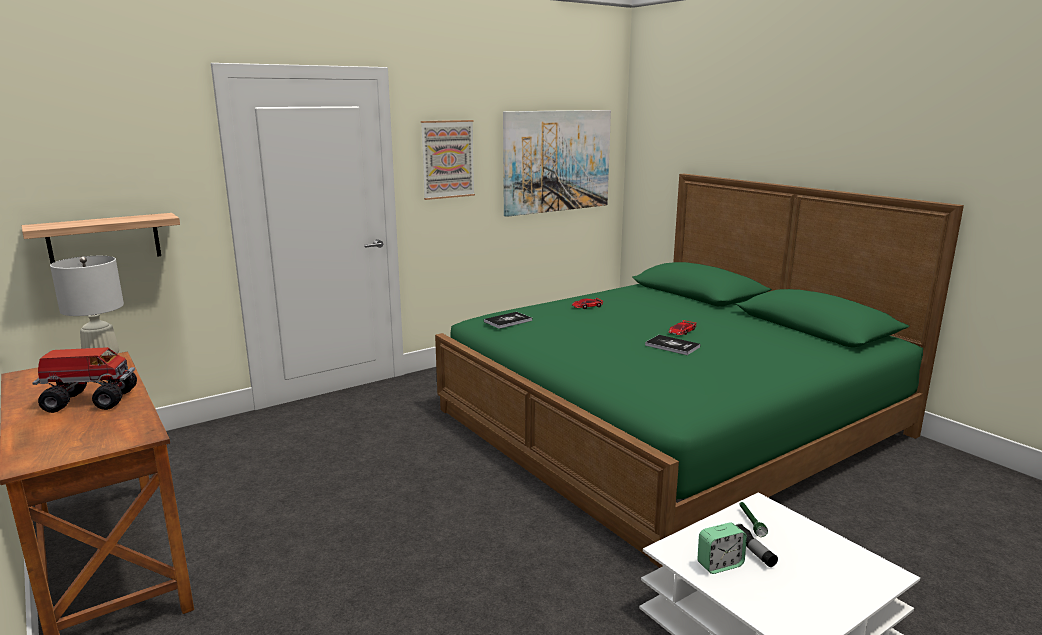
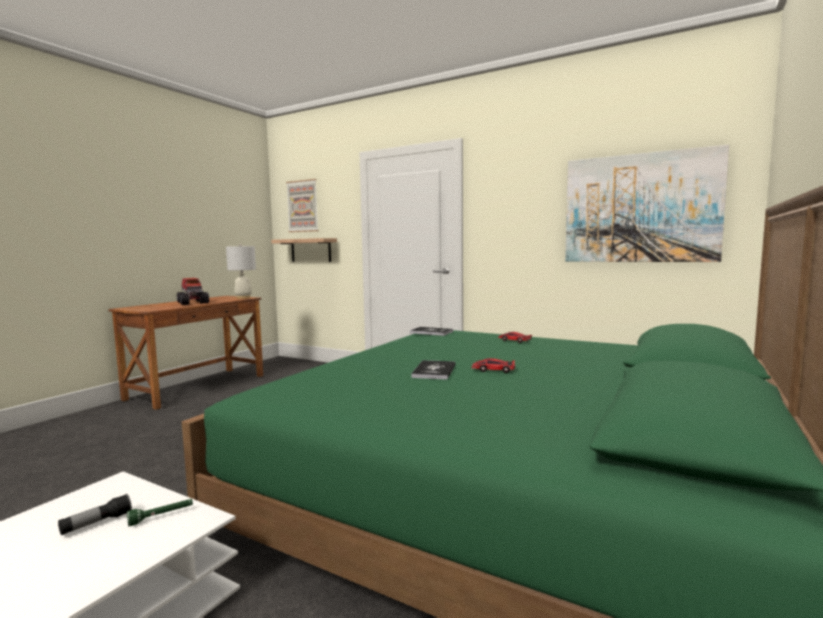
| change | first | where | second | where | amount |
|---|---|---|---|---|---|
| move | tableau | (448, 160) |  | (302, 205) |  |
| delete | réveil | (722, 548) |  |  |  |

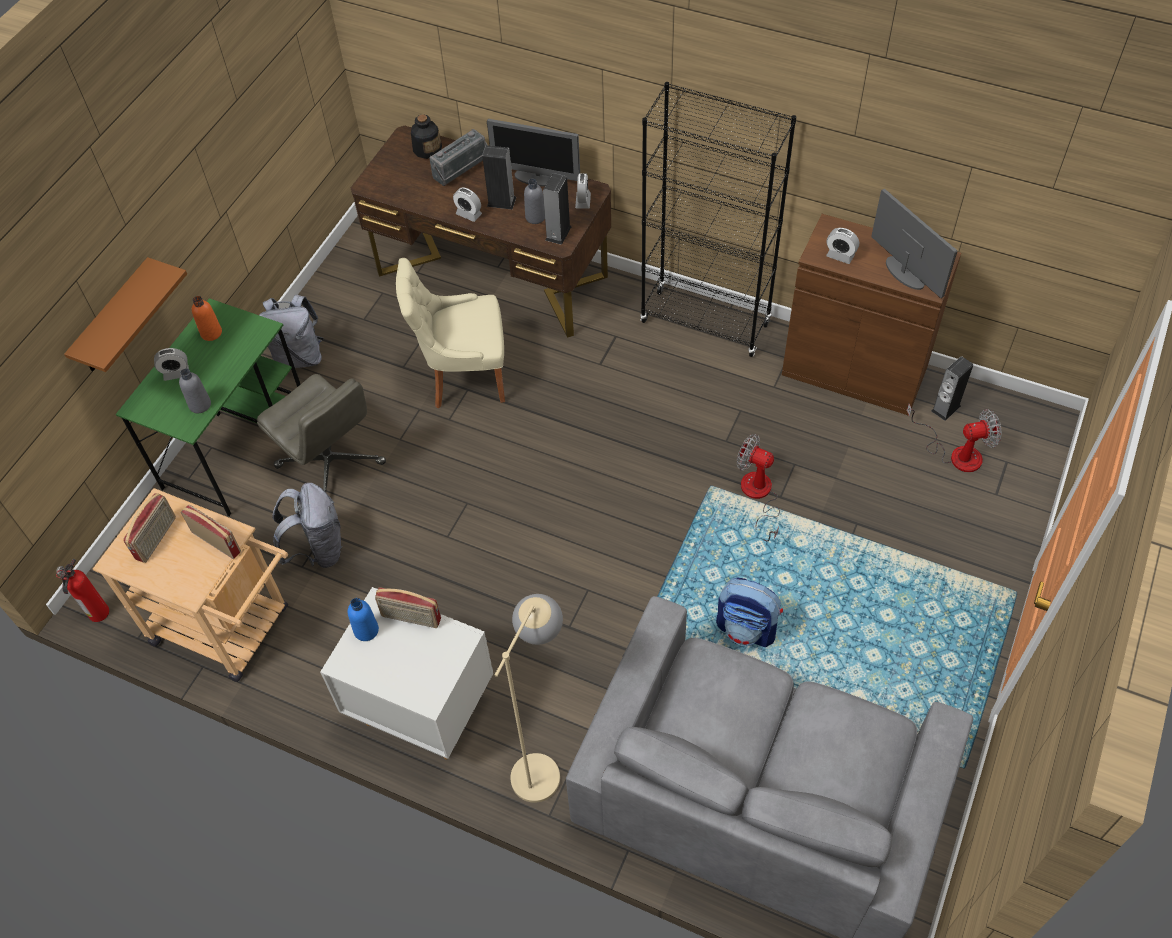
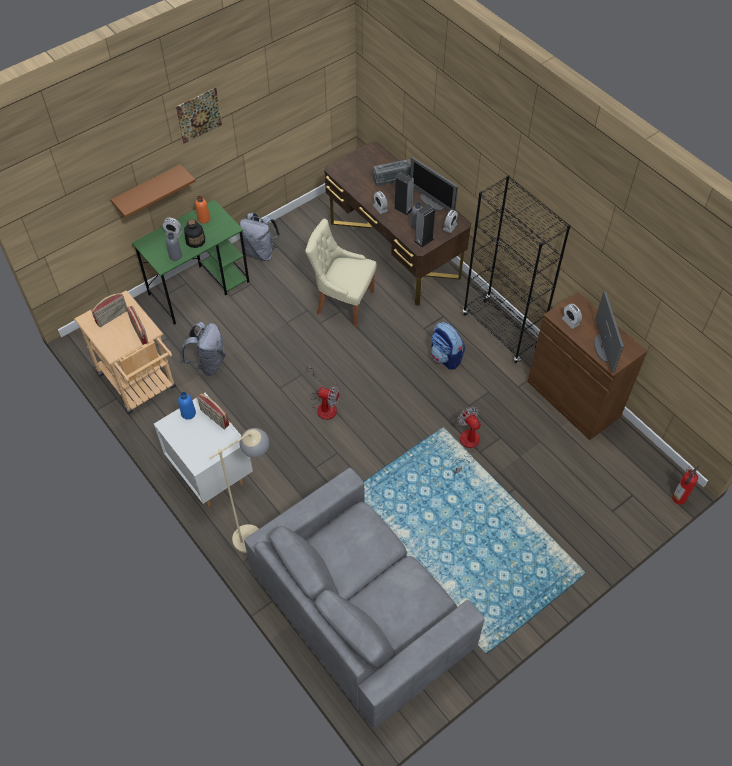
| change | first | where | second | where | amount |
|---|---|---|---|---|---|
| insert |  |  | tableau | (199, 115) |  |
| move | bouteille | (426, 136) |  | (194, 234) |  |
| move | ventilateur | (954, 438) |  | (324, 392) |  |
| move | sac à dos | (749, 612) |  | (448, 346) |  |
| move | extincteur | (82, 590) |  | (685, 485) |  |
| delete | chaise de bureau/gris | (321, 433) |  |  |  |
| delete | enceinte | (952, 388) |  |  |  |

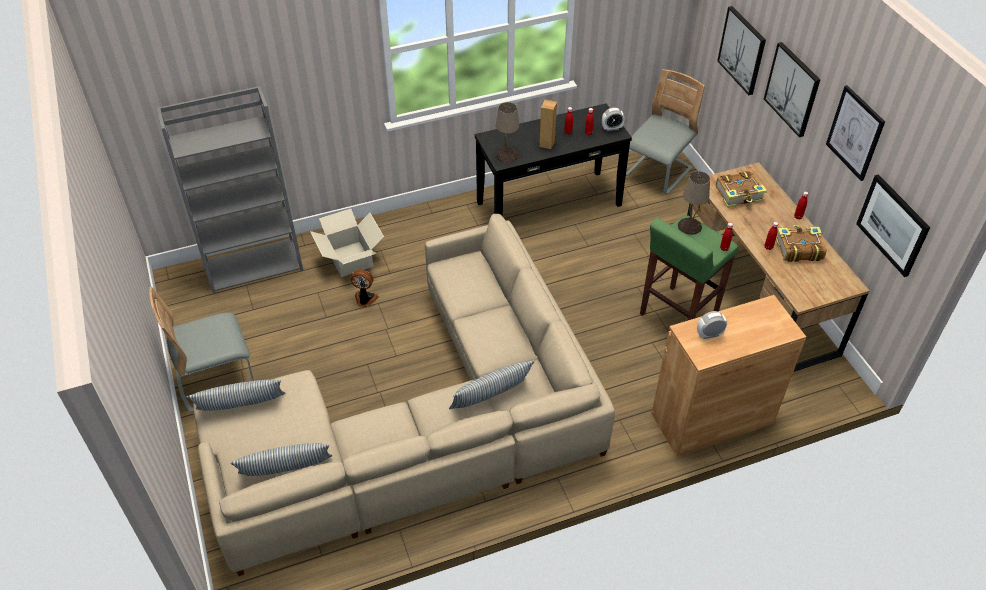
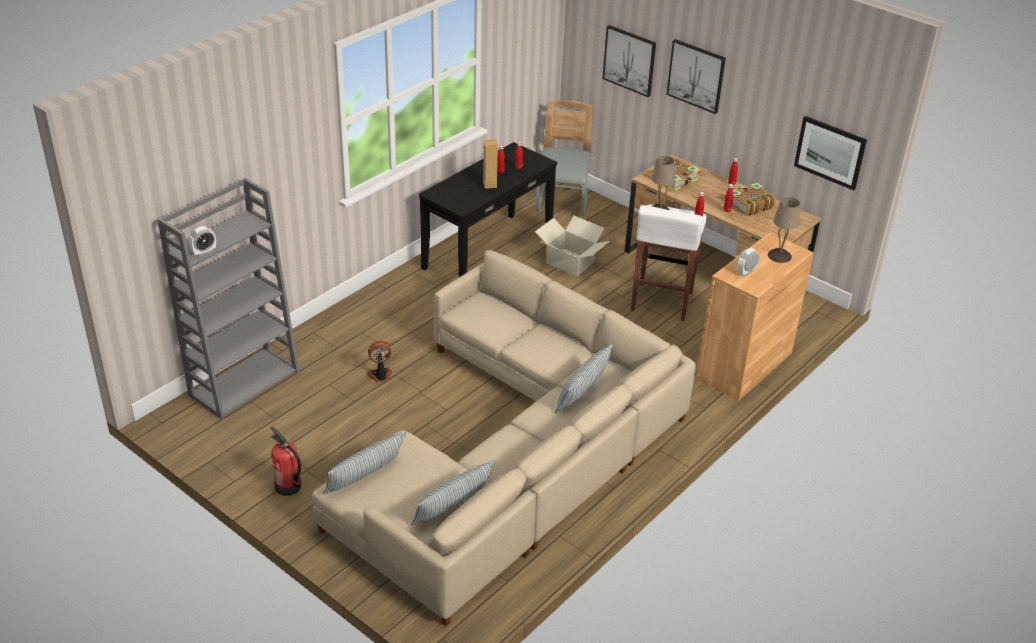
| change | first | where | second | where | amount |
|---|---|---|---|---|---|
| move | réveil | (613, 119) |  | (202, 241) |  |
| replace | chaise/gris | (201, 349) | extincteur | (285, 461) |  |
| move | carton | (347, 243) |  | (572, 246) |  |
| recolor | tabouret/vert | (689, 267) | tabouret/blanc | (668, 262) |  |
| move | lampe de table/beige | (507, 132) |  | (784, 230) |  |
| delete | tableau | (855, 133) |  |  |  |

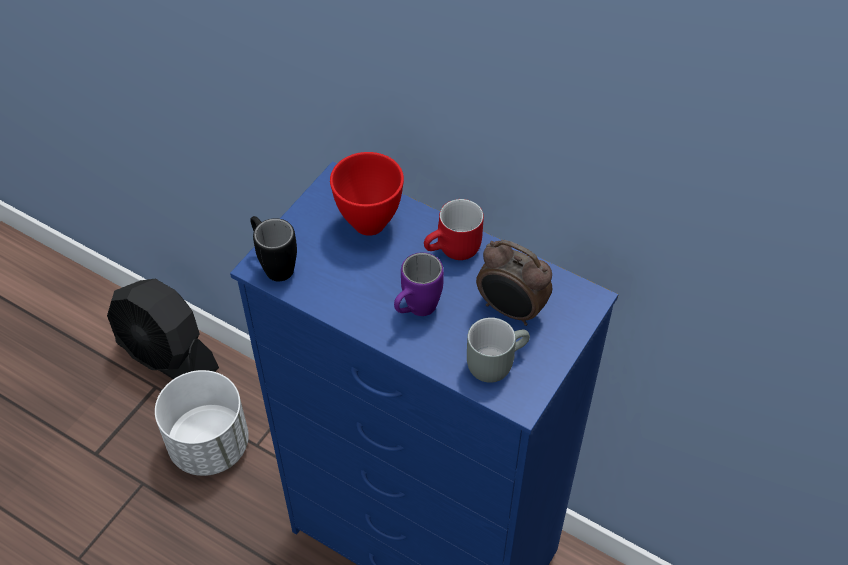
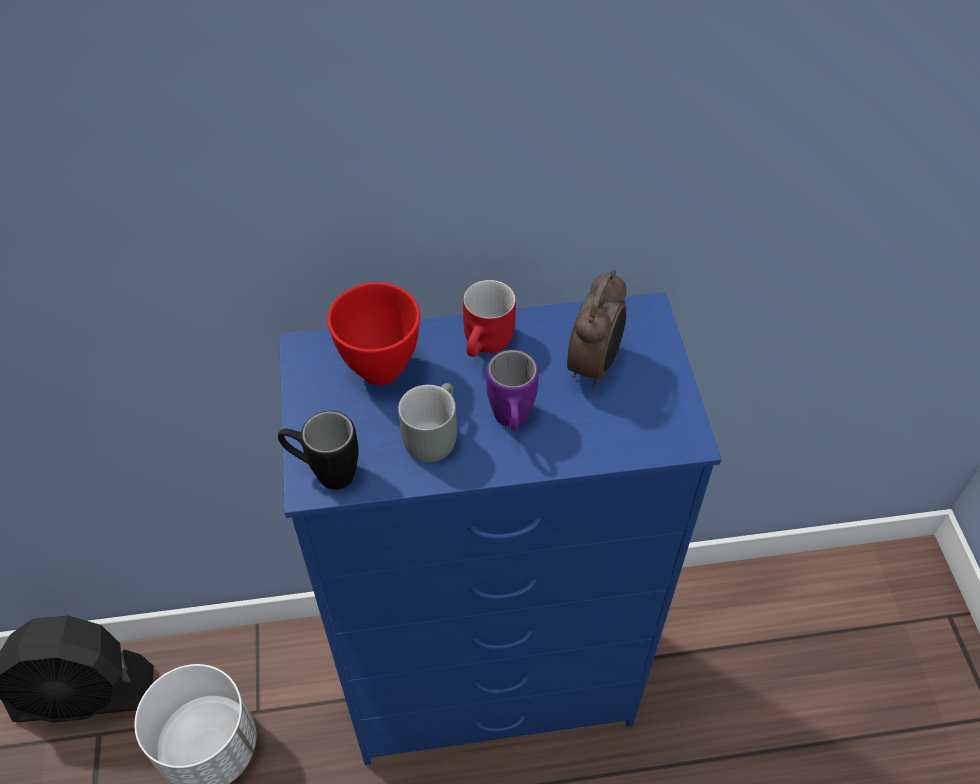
| change | first | where | second | where | amount |
|---|---|---|---|---|---|
| move | mug/gris | (498, 350) |  | (427, 422) |  |
| rotate | réveil | (514, 283) |  | (596, 329) | 60 degrees counterclockwise |

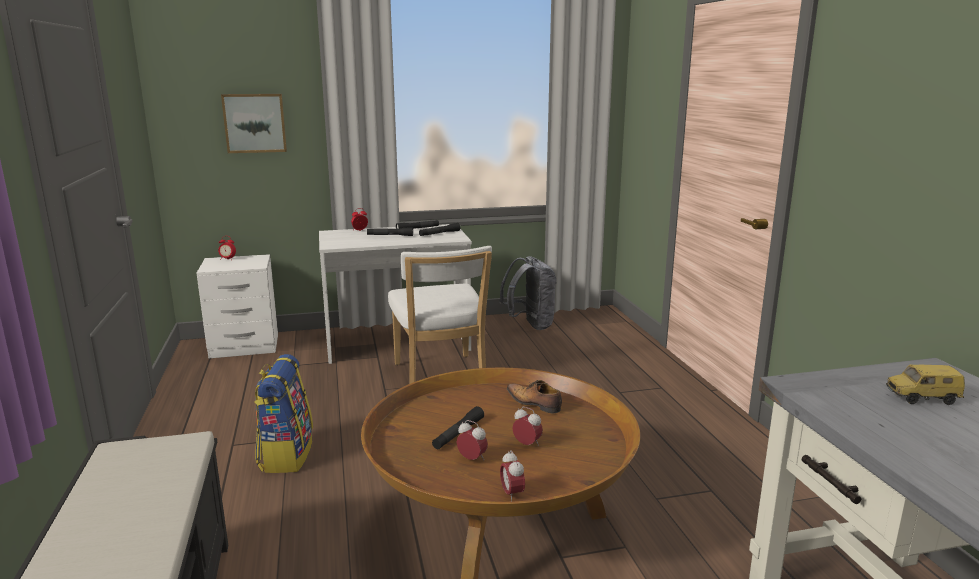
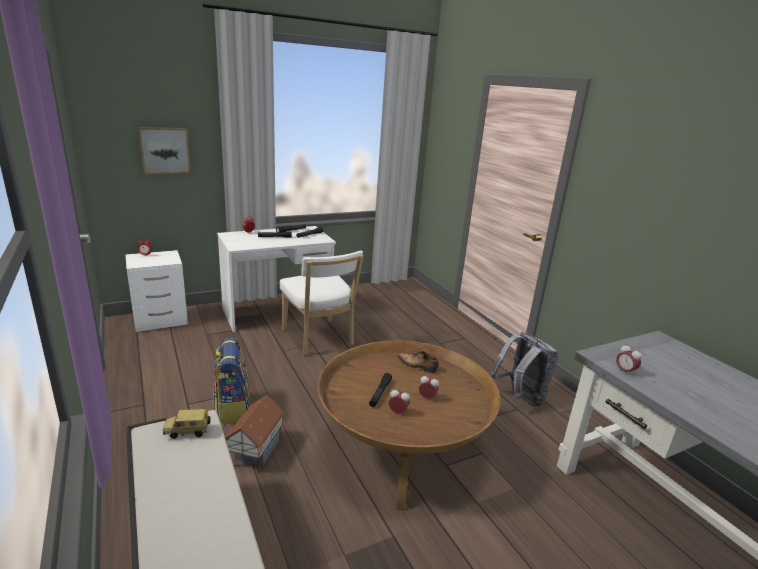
| change | first | where | second | where | amount |
|---|---|---|---|---|---|
| move | petite voiture | (925, 384) |  | (187, 424) |  |
| insert |  |  | maison miniature | (255, 433) |  |
| move | sac à dos/gris | (528, 293) |  | (524, 369) |  |
| move | réveil | (512, 476) |  | (629, 359) |  |

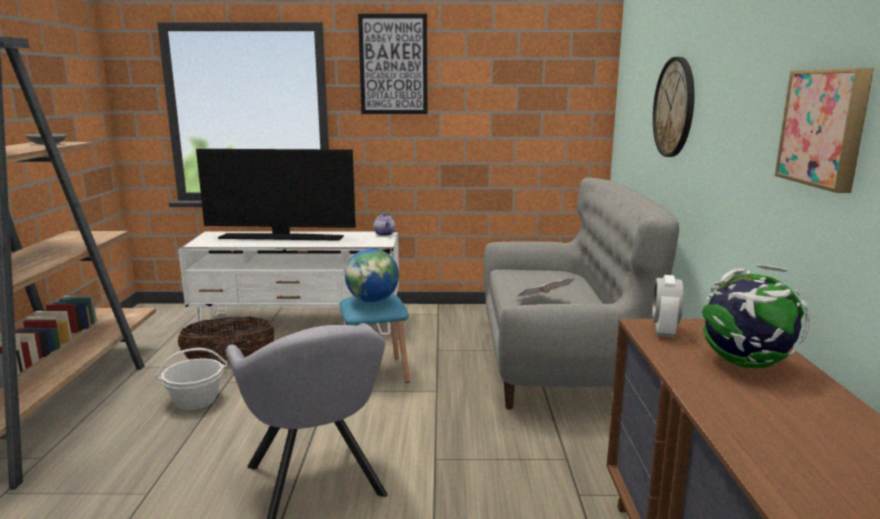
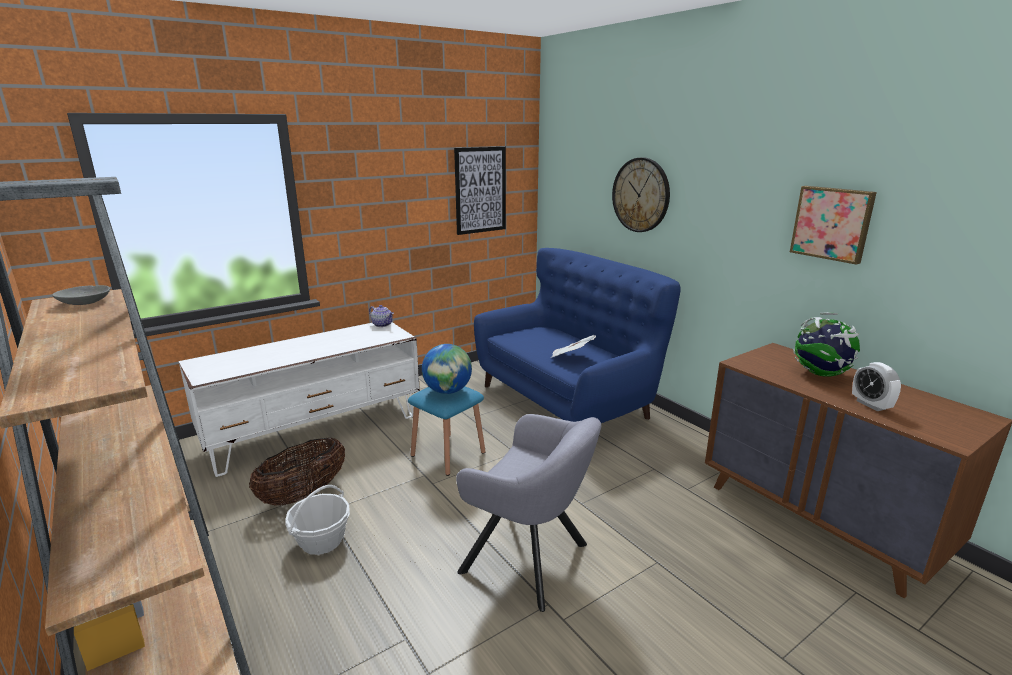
| change | first | where | second | where | amount |
|---|---|---|---|---|---|
| move | tableau | (393, 64) |  | (480, 190) |  |
| recolor | canapé/gris | (581, 294) | canapé/bleu | (577, 335) |  |
| move | réveil | (668, 306) |  | (876, 386) |  |
| delete | téléviseur | (276, 195) |  |  |  |

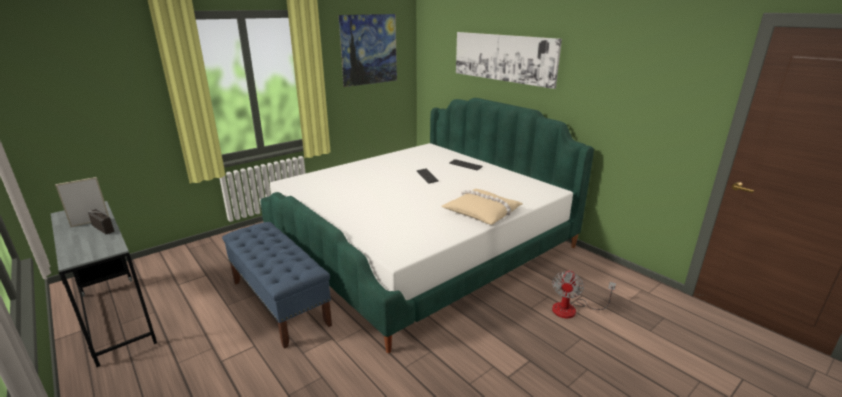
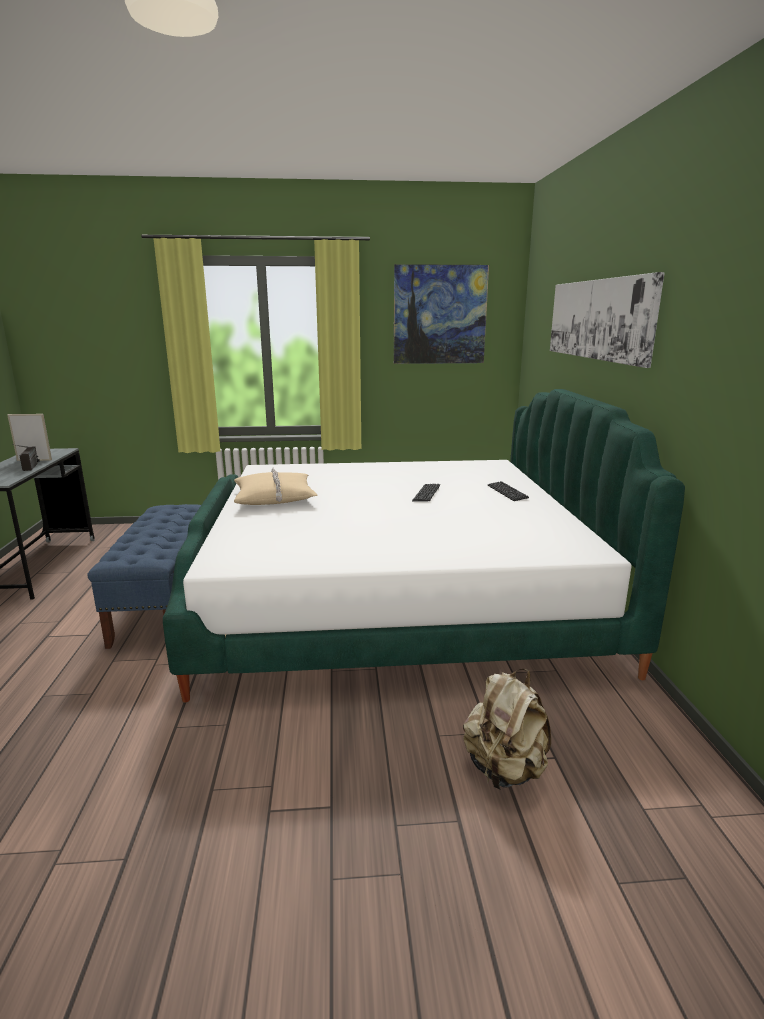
| change | first | where | second | where | amount |
|---|---|---|---|---|---|
| move | coussin/beige | (482, 207) |  | (275, 486) |  |
| replace | ventilateur | (584, 294) | sac à dos/beige | (507, 729) |  |

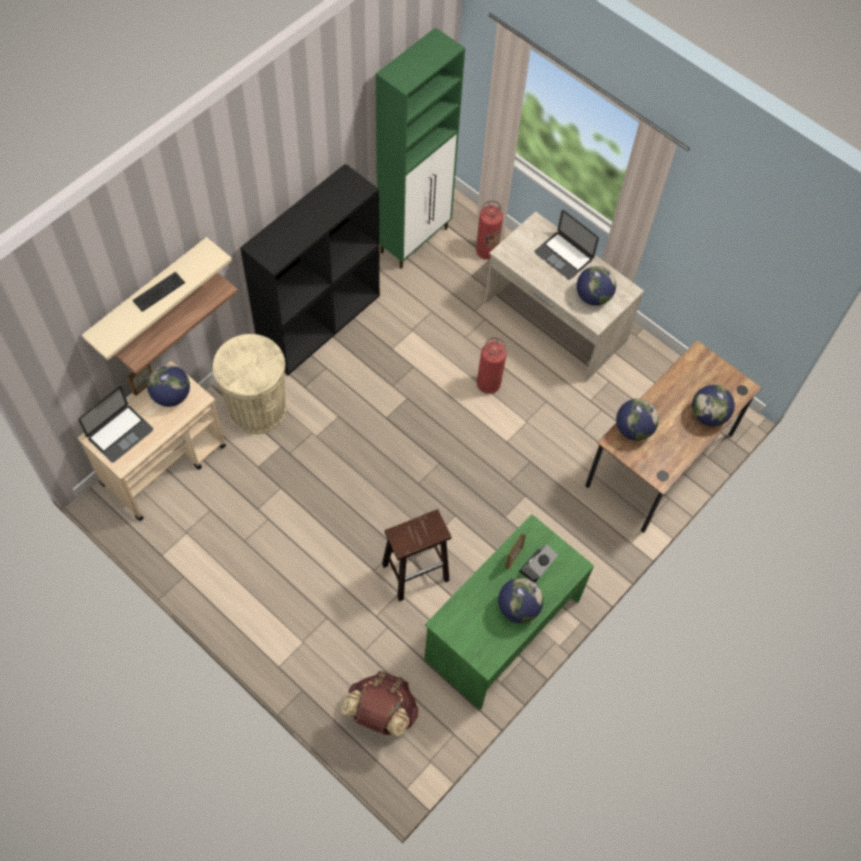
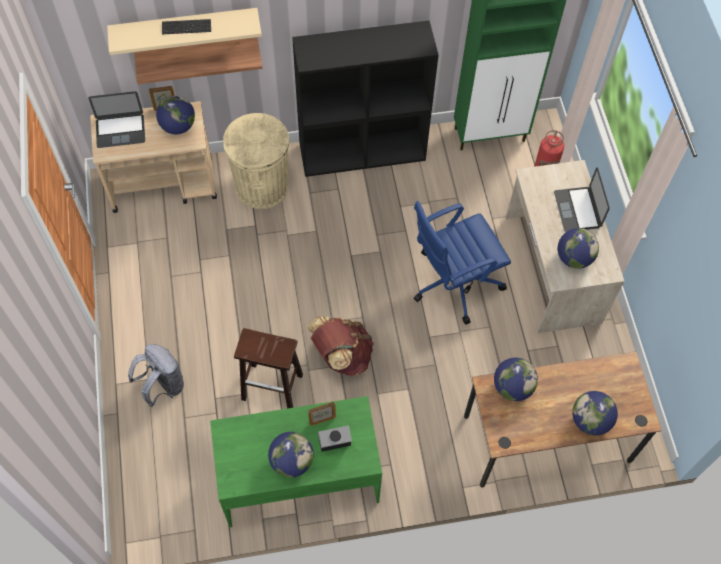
| change | first | where | second | where | amount |
|---|---|---|---|---|---|
| insert |  |  | sac à dos/gris | (156, 376) |  |
| move | sac à dos/marron | (380, 703) |  | (340, 346) |  |
| replace | extincteur | (492, 365) | chaise de bureau/bleu | (462, 262) |  |

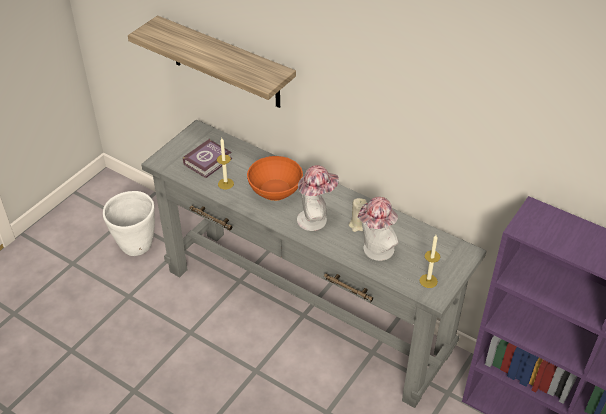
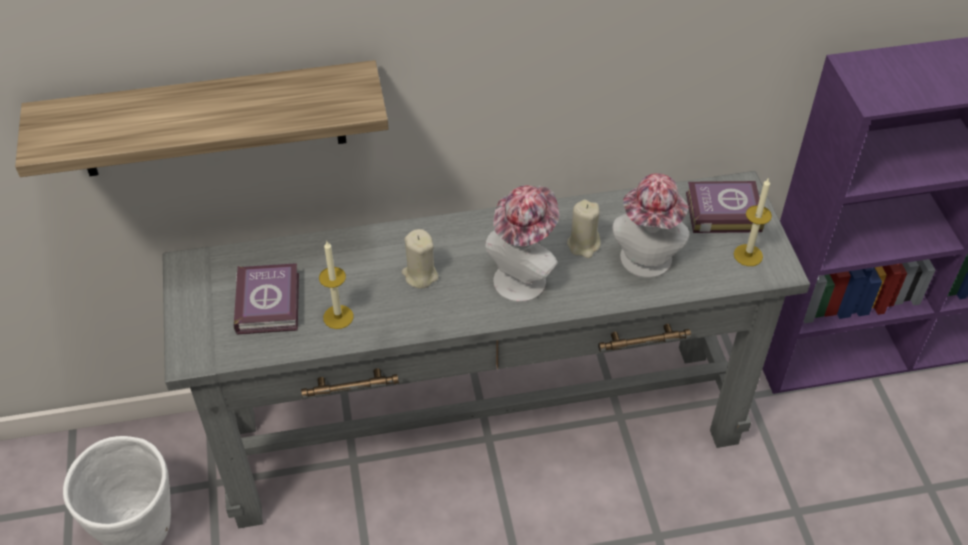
| change | first | where | second | where | amount |
|---|---|---|---|---|---|
| replace | bol/orange | (275, 178) | bougie/beige | (420, 259) |  |
| insert |  |  | livre | (725, 207) |  |

